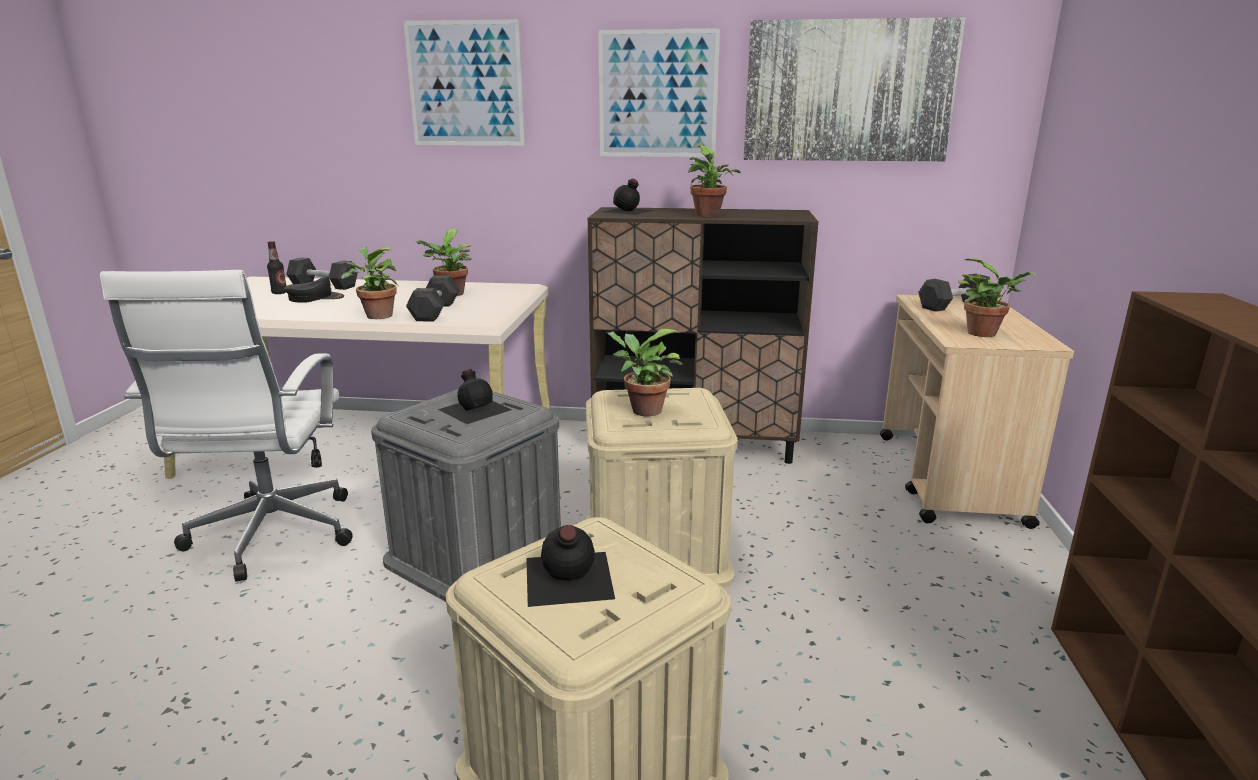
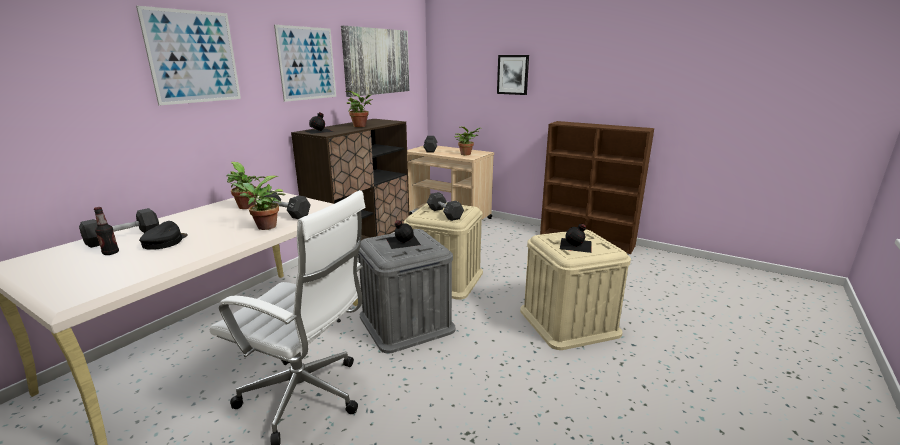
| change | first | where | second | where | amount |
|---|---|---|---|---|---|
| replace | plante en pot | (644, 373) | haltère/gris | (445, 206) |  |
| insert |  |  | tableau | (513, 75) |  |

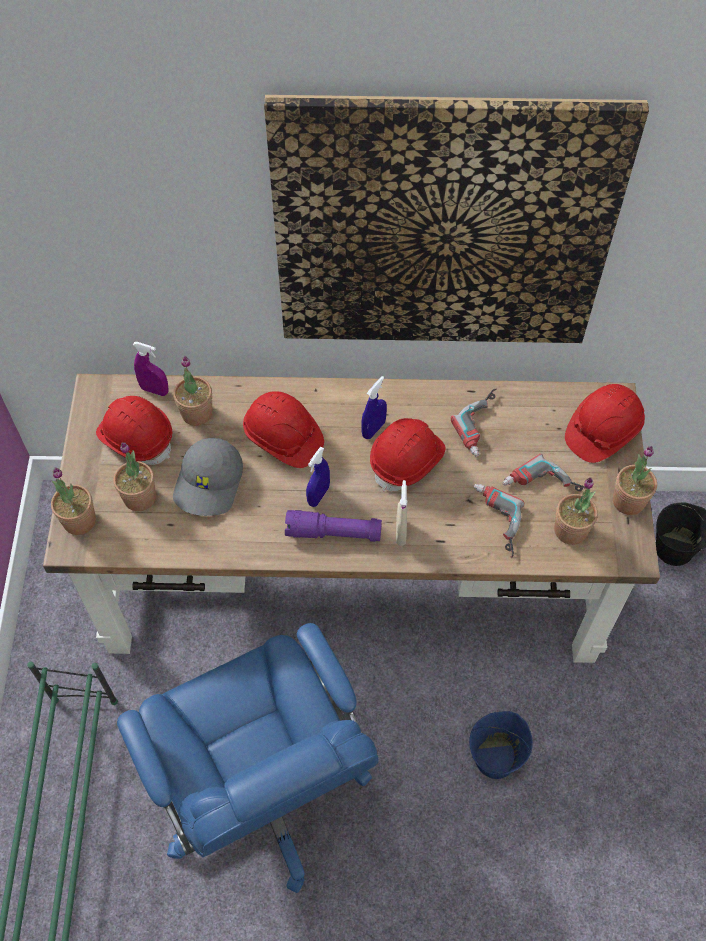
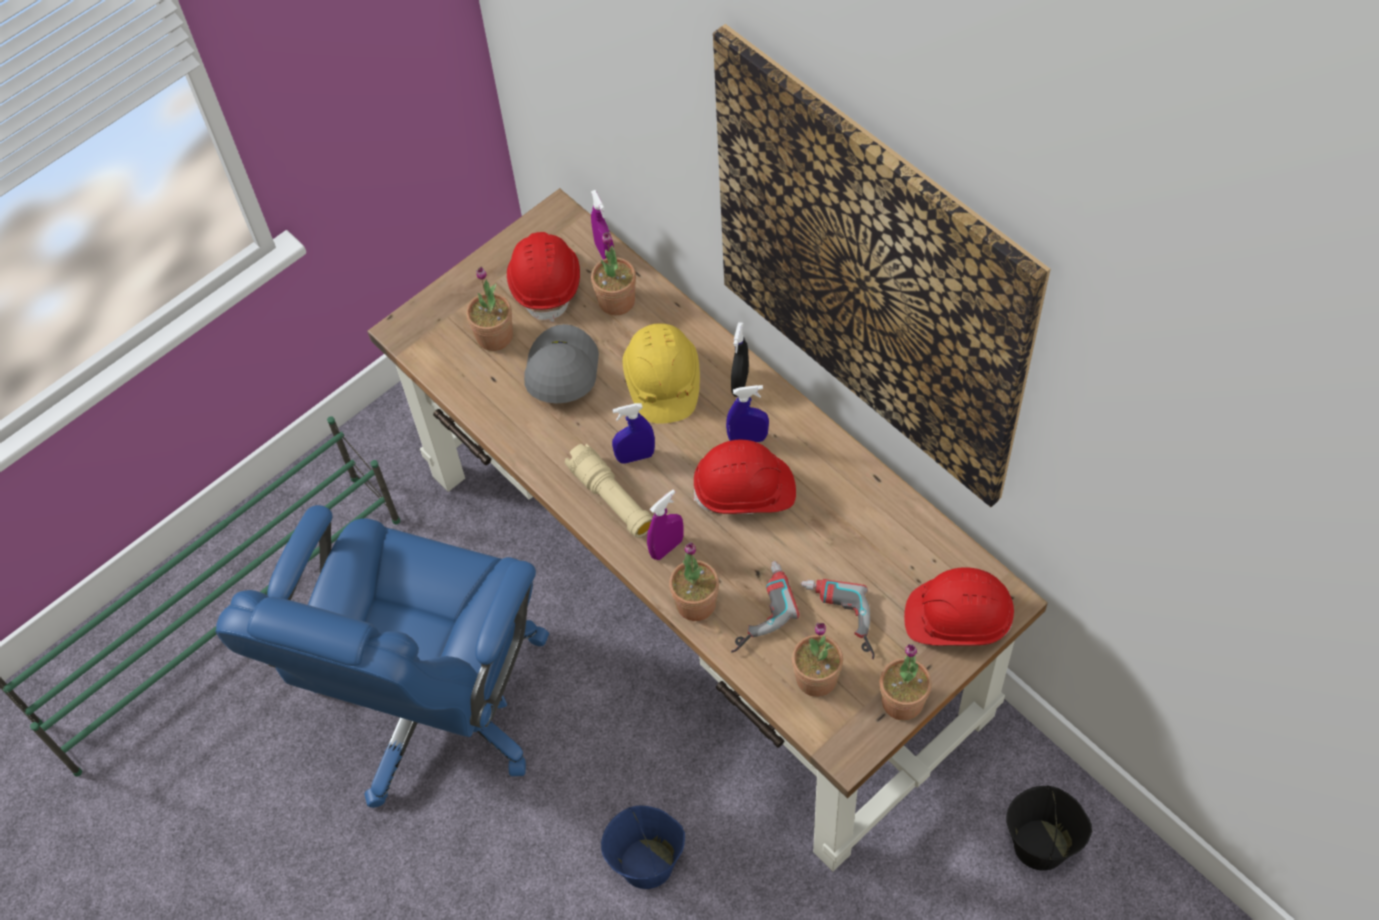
| change | first | where | second | where | amount |
|---|---|---|---|---|---|
| rotate | casquette/gris | (208, 477) |  | (561, 363) | 120 degrees clockwise |
| recolor | lampe de poche/violet | (333, 526) | lampe de poche/beige | (609, 491) |  |
| recolor | casque de chantier/rouge | (283, 429) | casque de chantier/jaune | (661, 373) |  |
| recolor | vaporisateur/beige | (401, 513) | vaporisateur/violet | (665, 525) |  |
| move | plante en pot | (73, 501) |  | (694, 581) |  |
| insert |  |  | vaporisateur/noir | (740, 359) |  |
| delete | perceuse | (474, 423) |  |  |  |

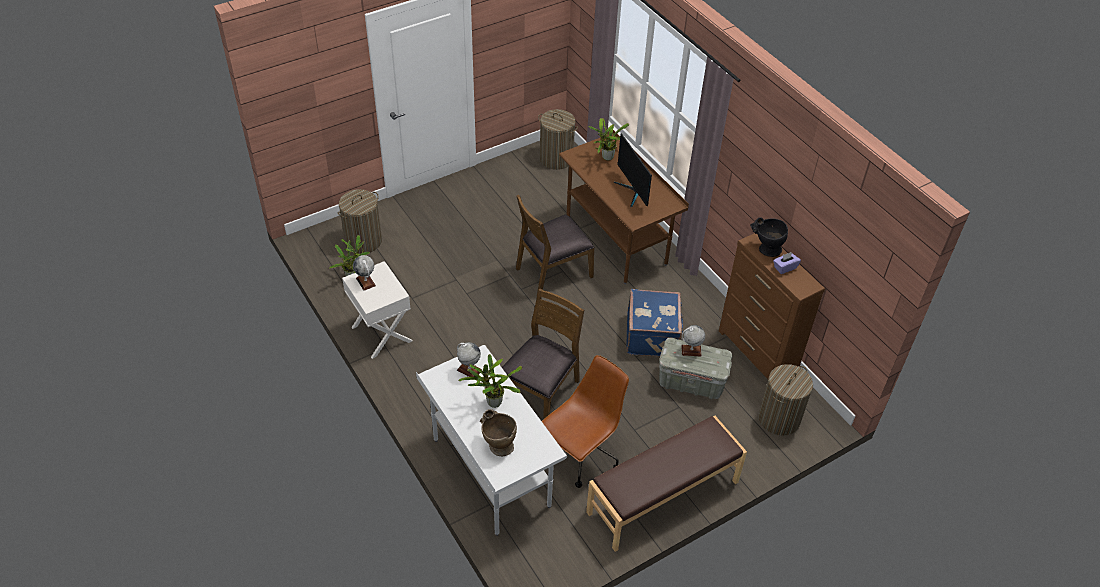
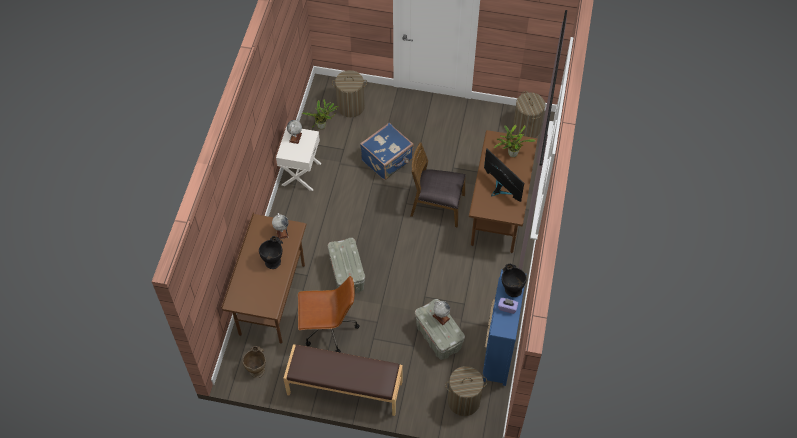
| change | first | where | second | where | amount |
|---|---|---|---|---|---|
| recolor | bureau/blanc | (491, 440) | bureau/marron | (264, 278) |  |
| move | vase/beige | (498, 432) |  | (254, 362) |  |
| replace | plante en pot | (490, 381) | vase/noir | (271, 252) |  |
| replace | chaise/marron | (543, 354) | boîte de rangement/gris | (346, 265) |  |
| move | valise/bleu | (655, 323) |  | (387, 151) |  |
| recolor | commode/marron | (772, 306) | commode/bleu | (505, 327) |  |
| rotate | écran d'ordinateur | (633, 170) |  | (504, 175) | 120 degrees clockwise |

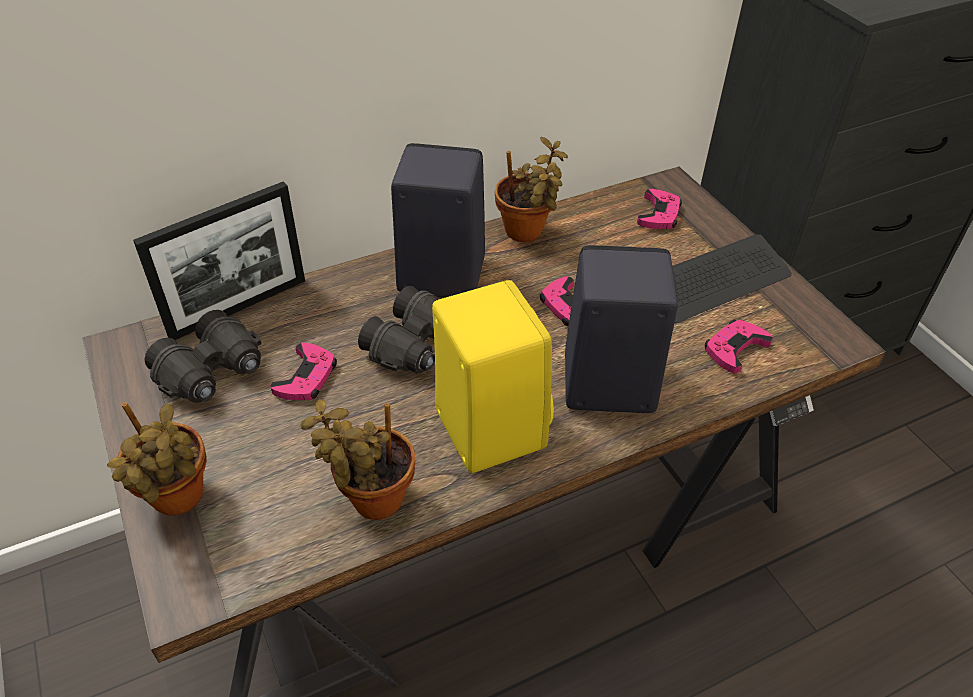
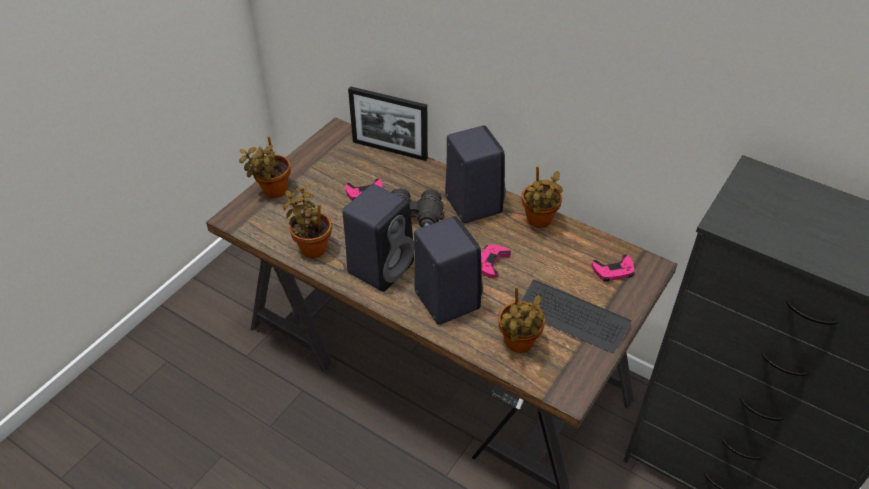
| change | first | where | second | where | amount |
|---|---|---|---|---|---|
| recolor | enceinte/jaune | (493, 376) | enceinte/noir | (378, 238) |  |
| replace | manette/rose | (739, 346) | plante en pot | (521, 319) |  |
| delete | jumelles/noir | (203, 356) |  |  |  |

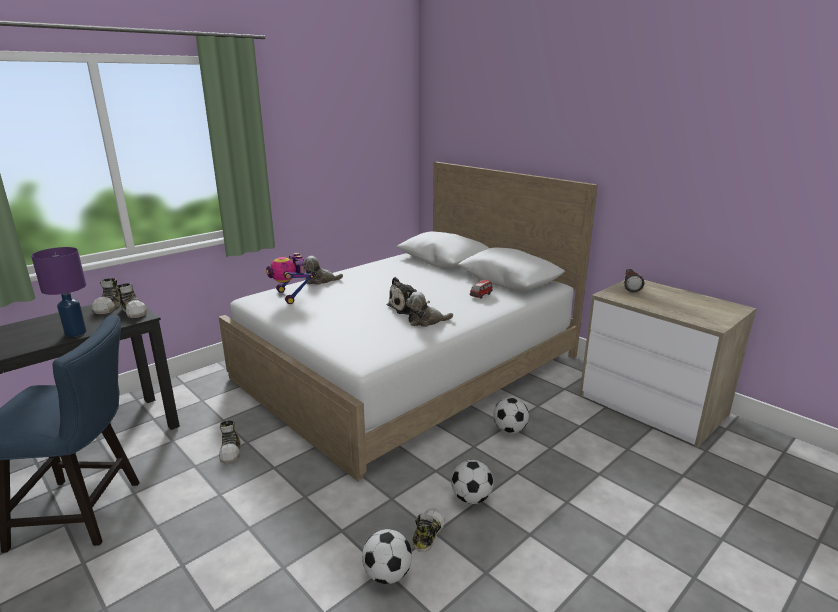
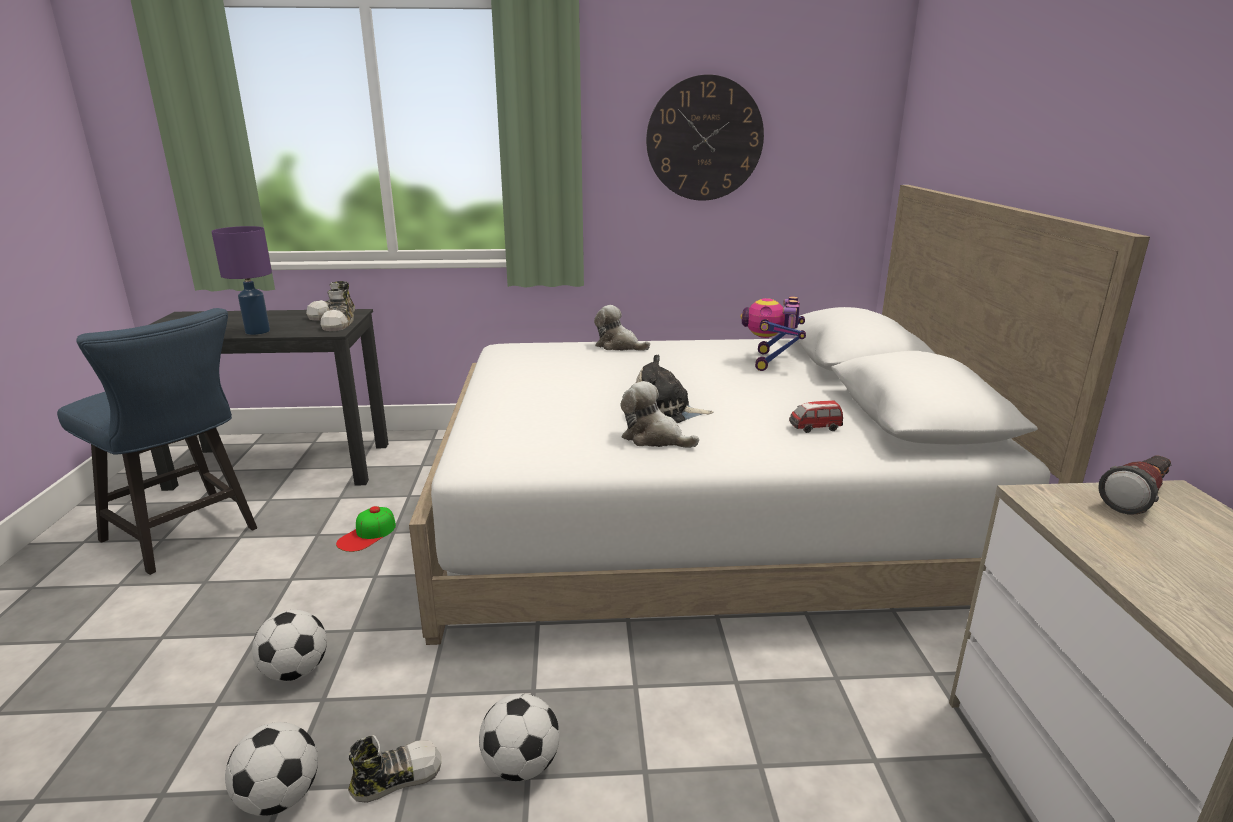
| change | first | where | second | where | amount |
|---|---|---|---|---|---|
| move | ballon de foot | (511, 415) |  | (289, 645) |  |
| replace | chaussure | (229, 441) | casquette | (366, 529) |  |
| insert |  |  | horloge murale | (705, 137) |  |
| move | robot jouet | (290, 278) |  | (773, 333) |  |

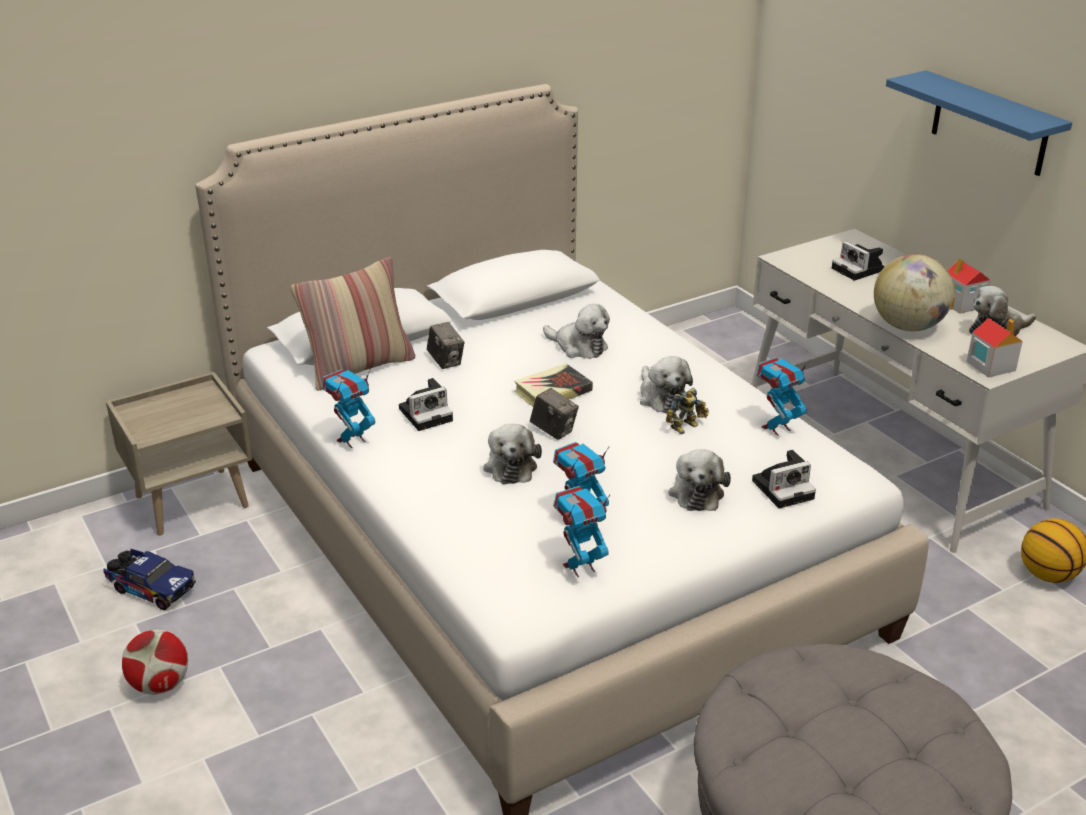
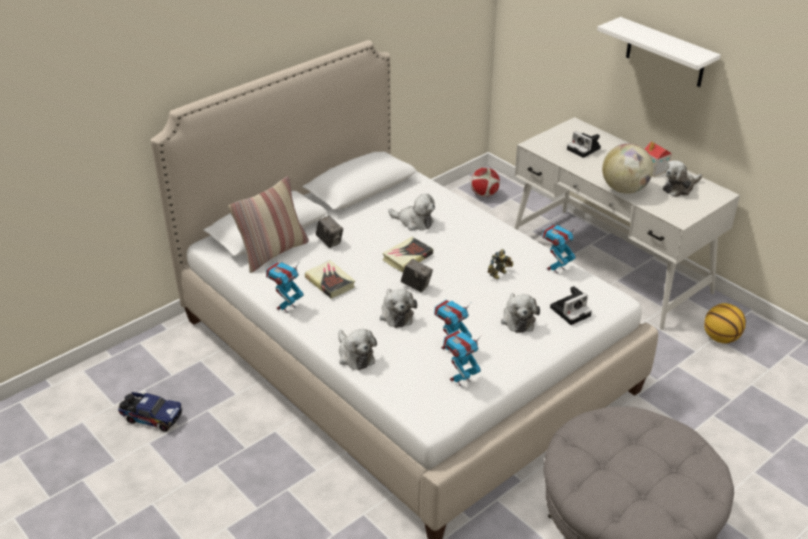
| change | first | where | second | where | amount |
|---|---|---|---|---|---|
| replace | appareil photo | (426, 404) | livre | (330, 279) |  |
| move | peluche | (666, 384) |  | (357, 349) |  |
| move | ballon de foot | (155, 662) |  | (485, 182) |  |
| recolor | étagère/bleu | (979, 123) | étagère/blanc | (659, 52) |  |
| delete | table de chevet/beige | (179, 454) |  |  |  |
| delete | maison miniature | (995, 348) |  |  |  |

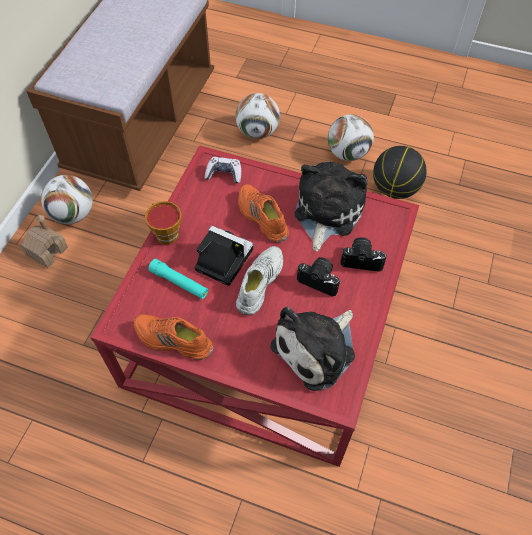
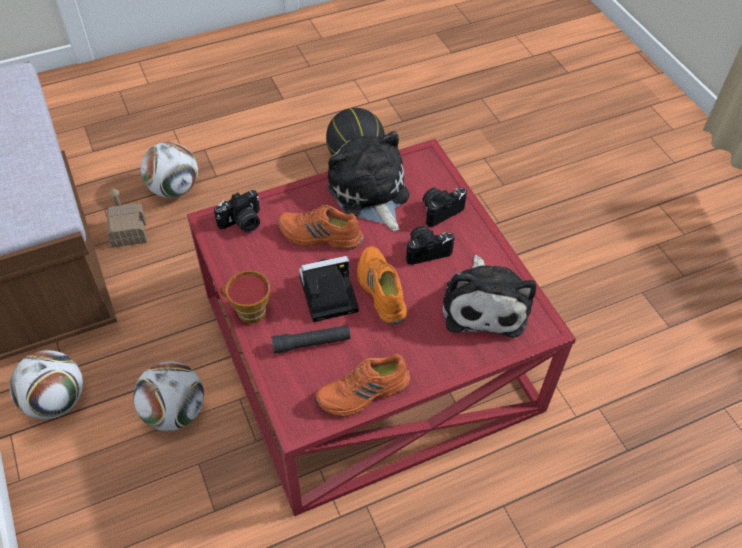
| change | first | where | second | where | amount |
|---|---|---|---|---|---|
| move | maison miniature | (44, 241) |  | (127, 218) |  |
| move | ballon de foot | (351, 137) |  | (168, 396) |  |
| replace | manette | (223, 170) | appareil photo | (237, 211) |  |
| recolor | lampe de poche/turquoise | (178, 279) | lampe de poche/noir | (311, 339) |  |
| recolor | chaussure/blanc | (259, 281) | chaussure/orange | (382, 285) |  |

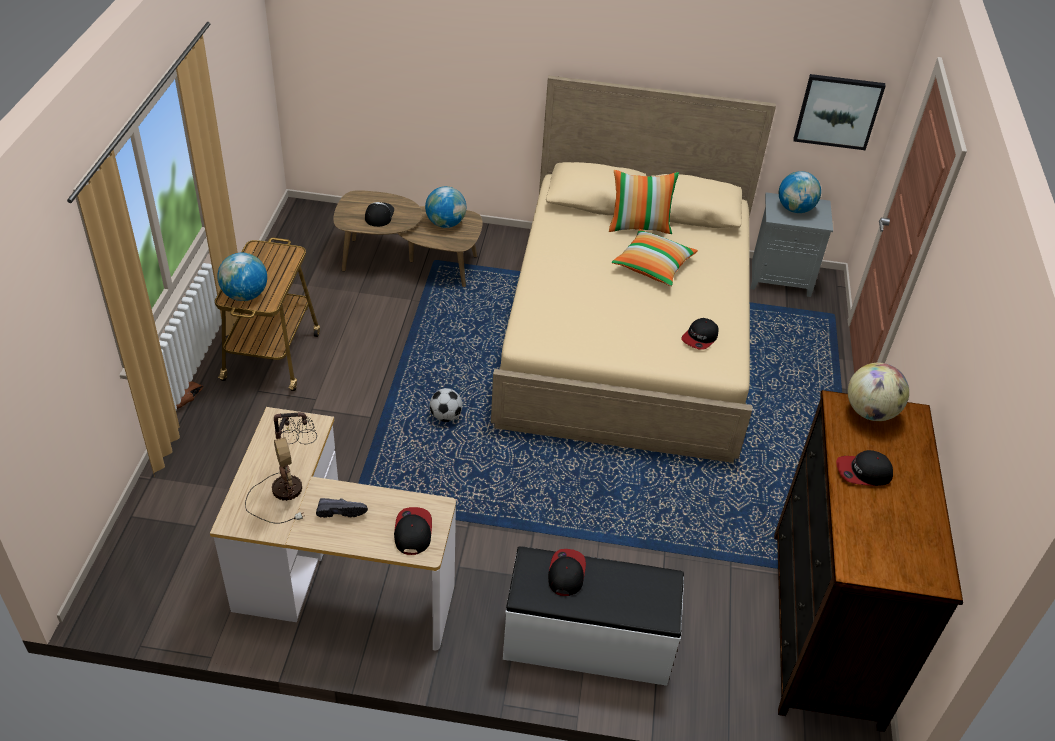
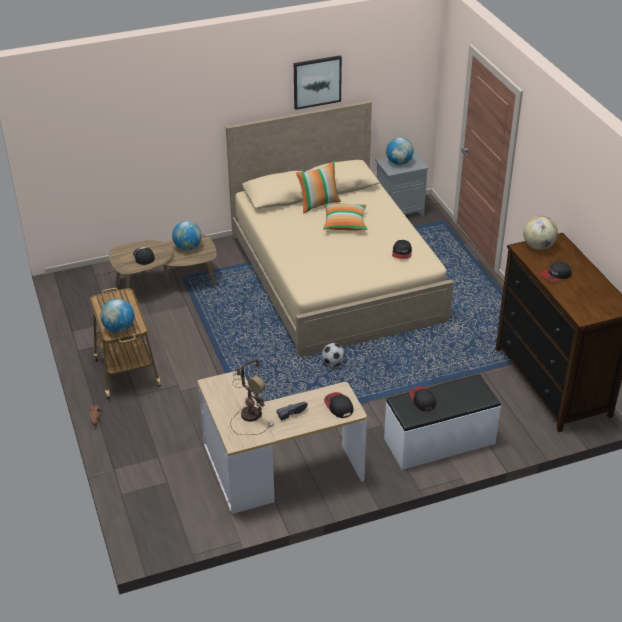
| change | first | where | second | where | amount |
|---|---|---|---|---|---|
| move | tableau | (839, 112) |  | (318, 83) |  |
| move | ballon de foot | (446, 405) |  | (333, 354) |  |

